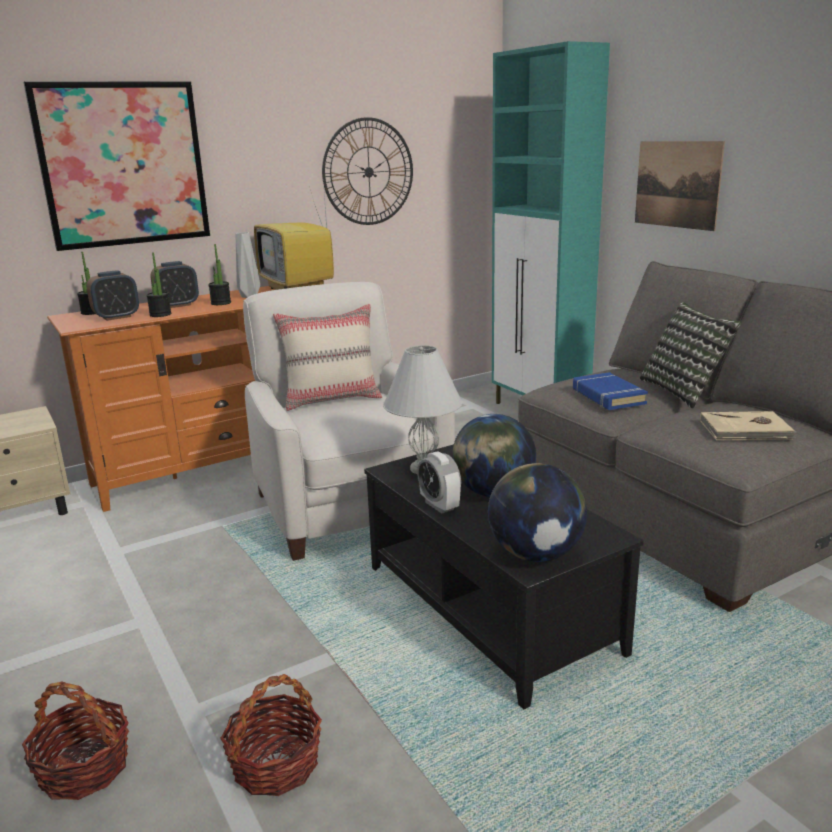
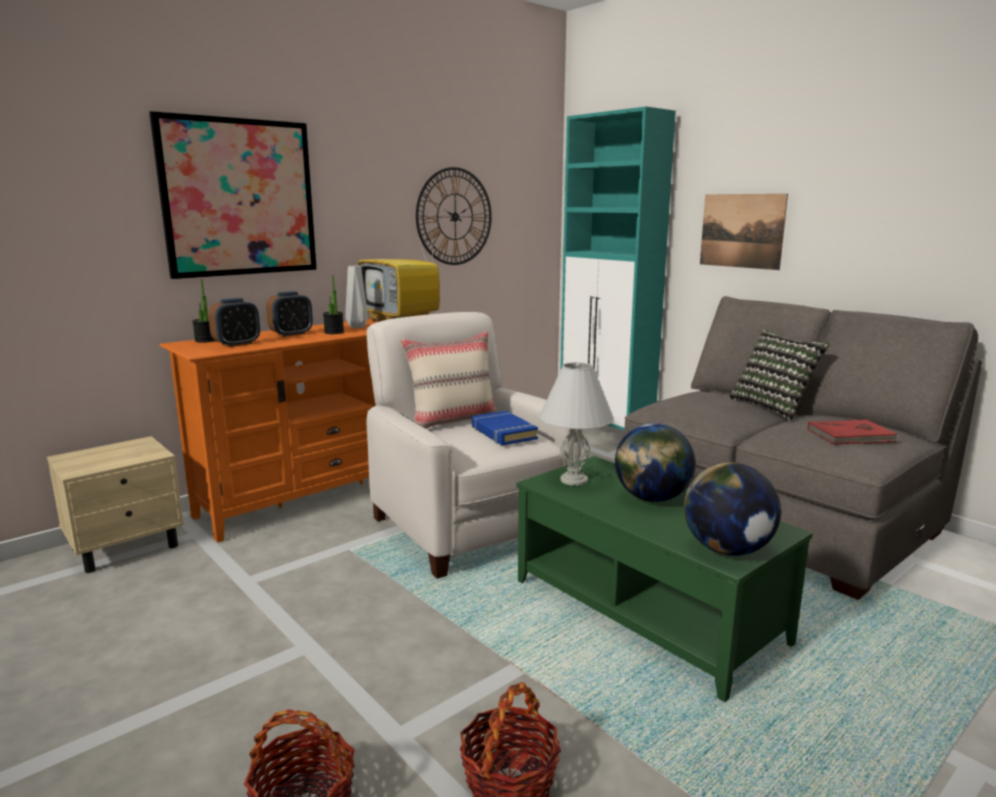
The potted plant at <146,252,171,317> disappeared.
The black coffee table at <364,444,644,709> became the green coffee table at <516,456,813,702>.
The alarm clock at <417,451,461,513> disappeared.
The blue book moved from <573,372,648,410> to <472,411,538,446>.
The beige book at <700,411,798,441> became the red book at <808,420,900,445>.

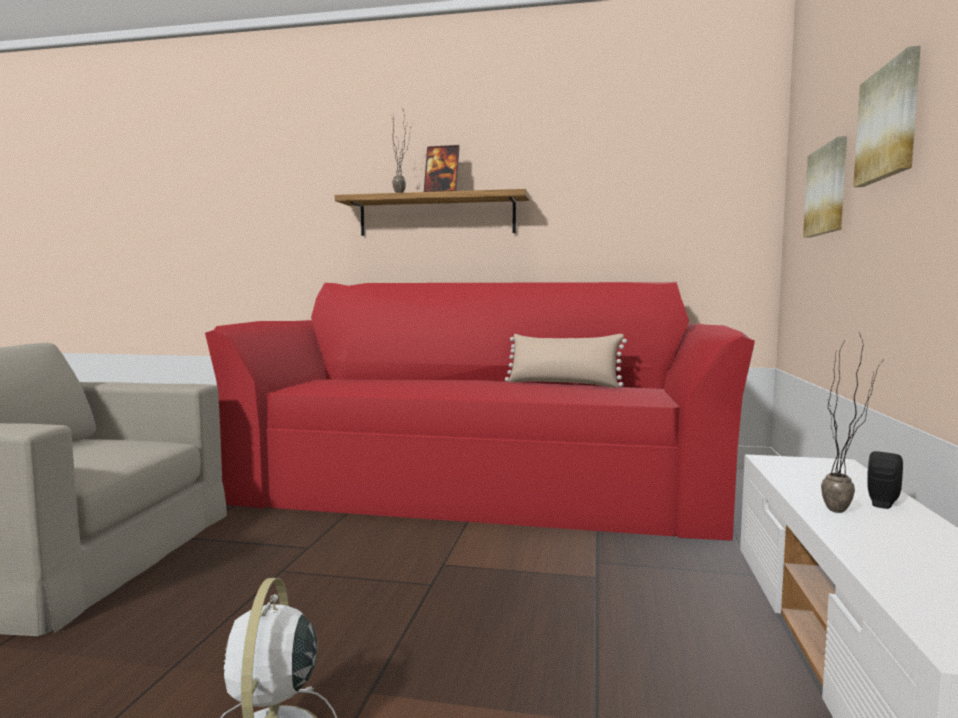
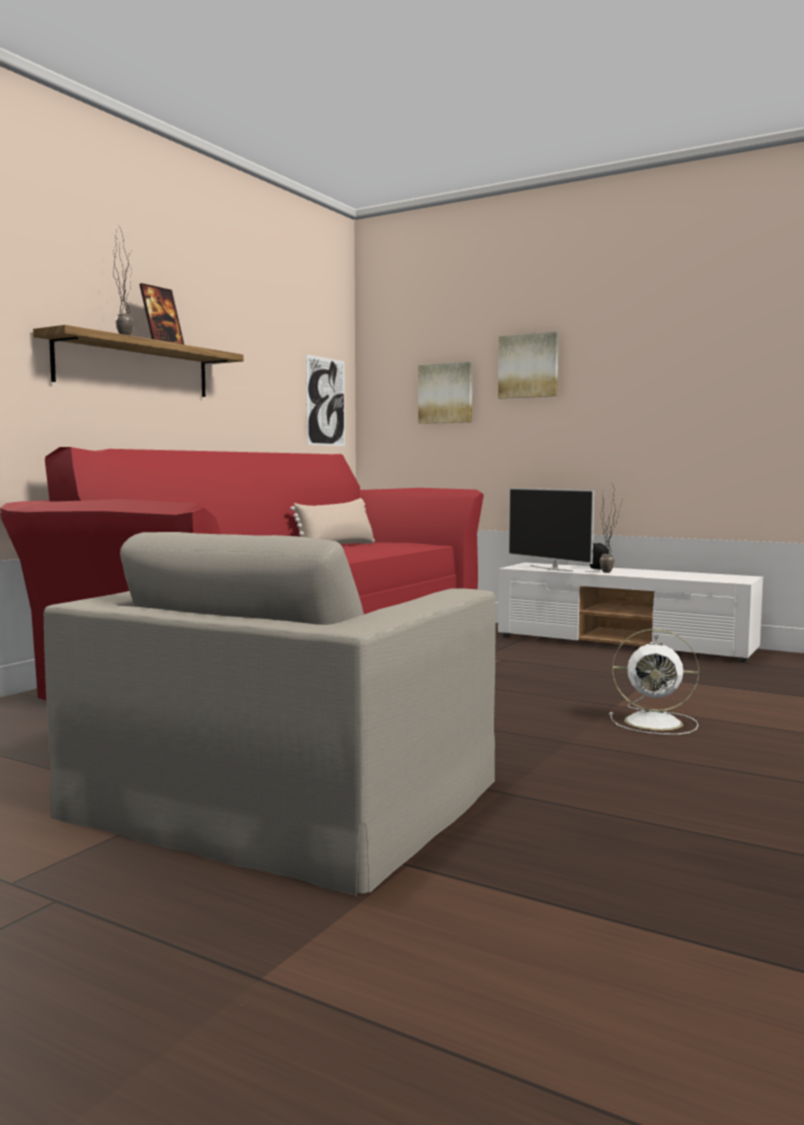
The picture at <306,354,345,446> appeared.
The television at <508,488,594,572> appeared.

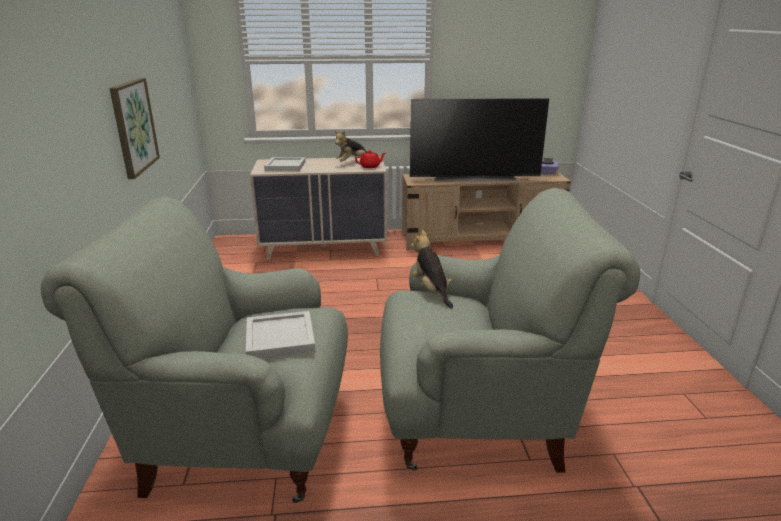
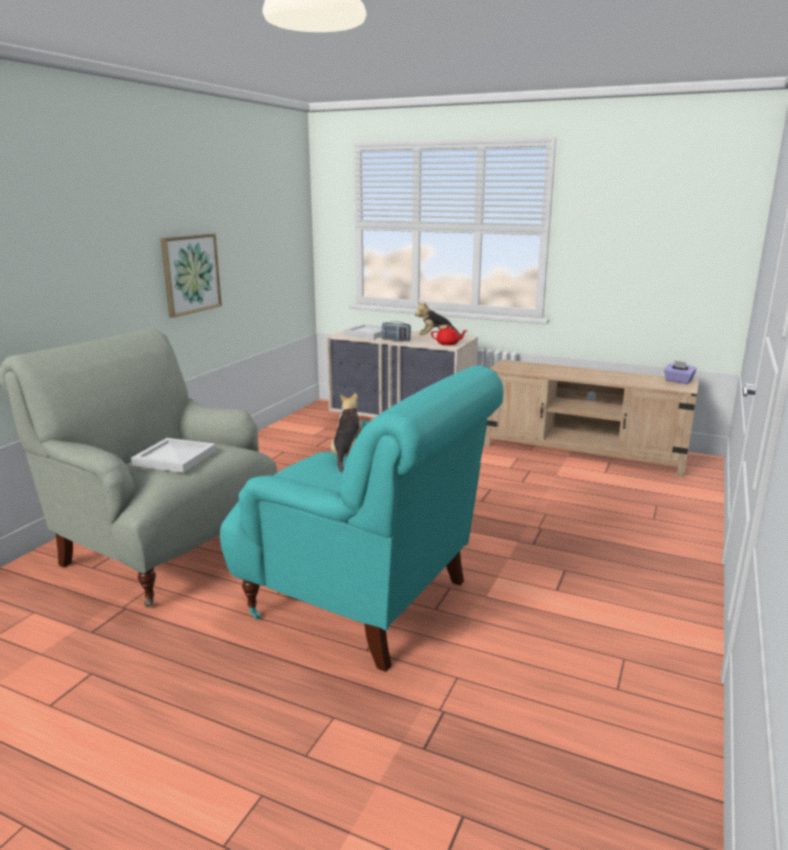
The grey armchair at <380,188,640,473> became the turquoise armchair at <220,365,504,672>.
The television at <410,98,549,182> disappeared.
The radio at <382,321,411,341> appeared.

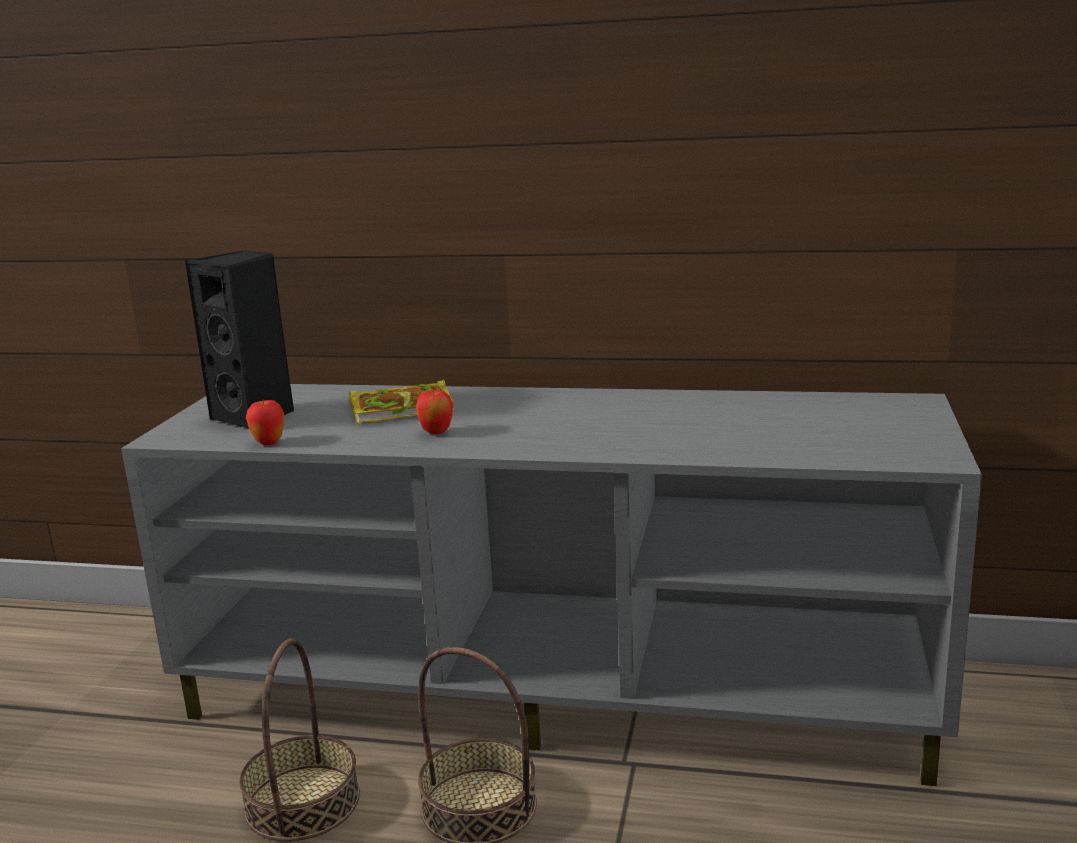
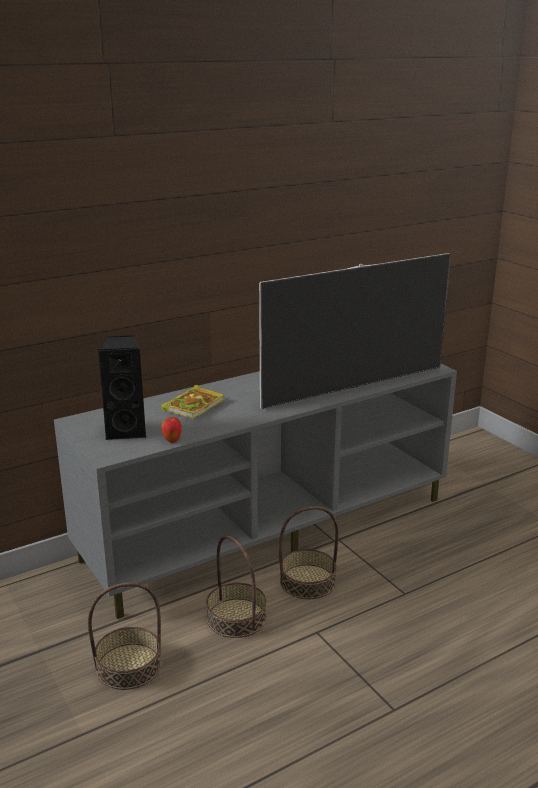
The apple at <416,388,453,434> disappeared.
The basket at <88,582,161,690> appeared.
The television at <259,253,451,409> appeared.

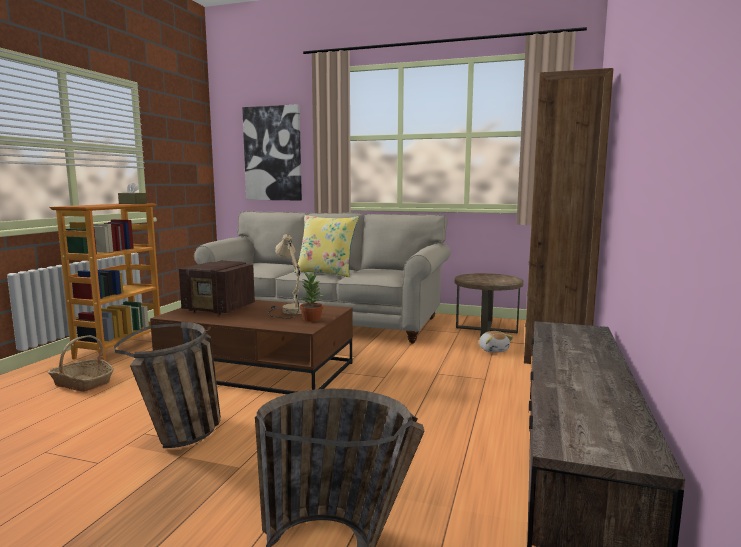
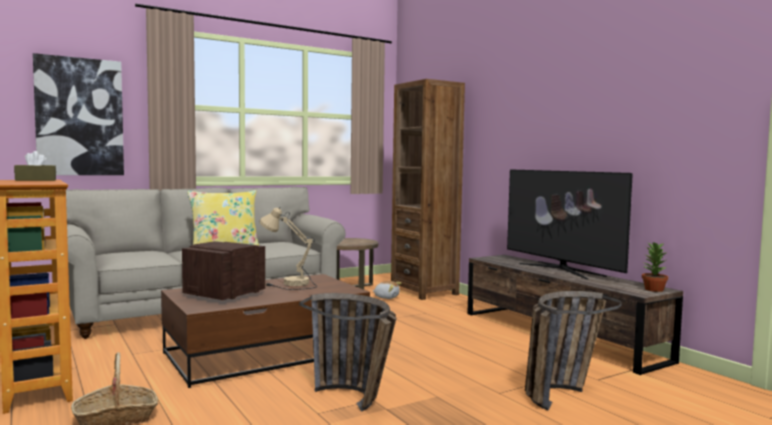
The radio at <179,261,255,315> turned 150 degrees clockwise.
The potted plant moved from <300,271,323,322> to <642,242,668,292>.
The television at <507,169,633,279> appeared.

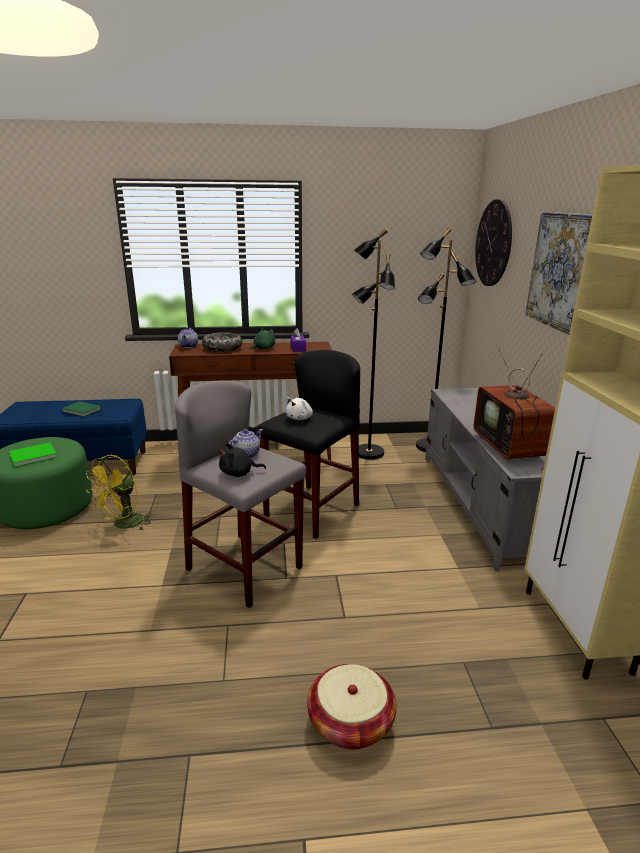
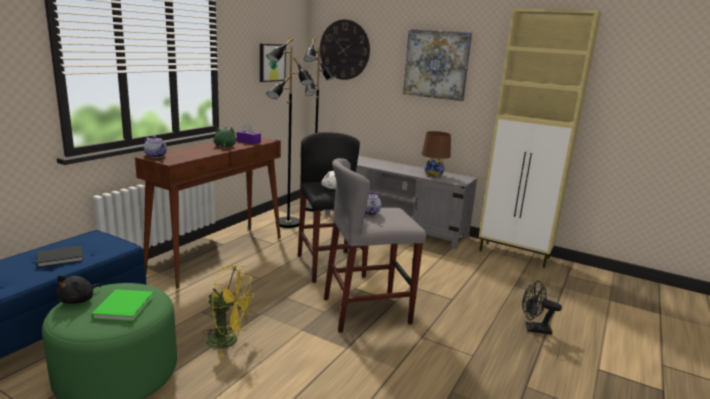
The green book at <62,401,102,417> became the black book at <37,246,83,268>.
The yellow fan at <86,455,152,530> turned 60 degrees counterclockwise.
The bowl at <202,332,242,352> disappeared.
The black plush toy moved from <219,443,266,477> to <56,276,101,304>.
The basket at <307,664,397,750> was replaced by the black fan at <522,280,562,335>.
The television at <474,348,555,470> was replaced by the brown table lamp at <422,131,451,177>.
The picture at <260,44,286,82> appeared.

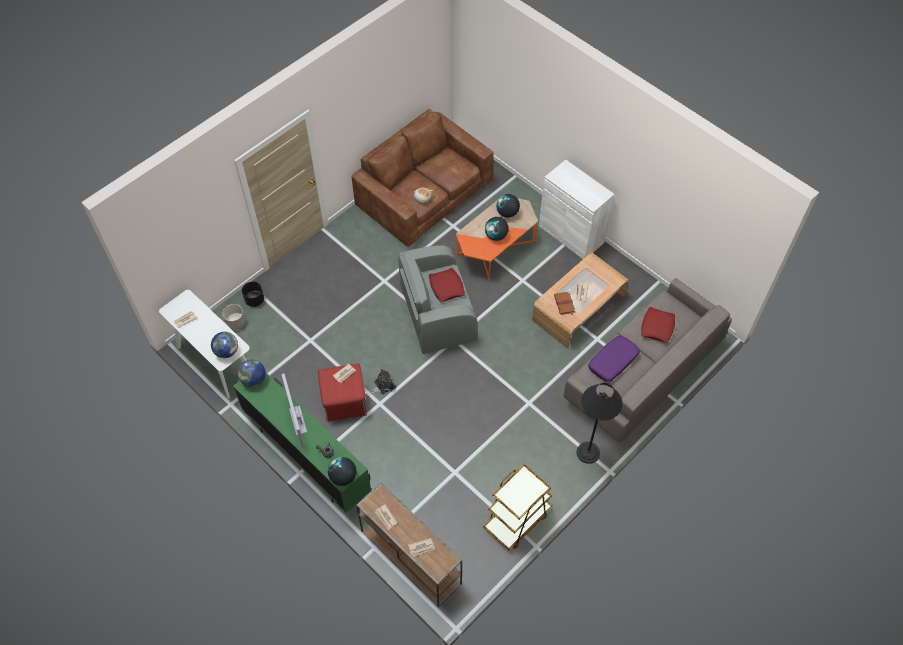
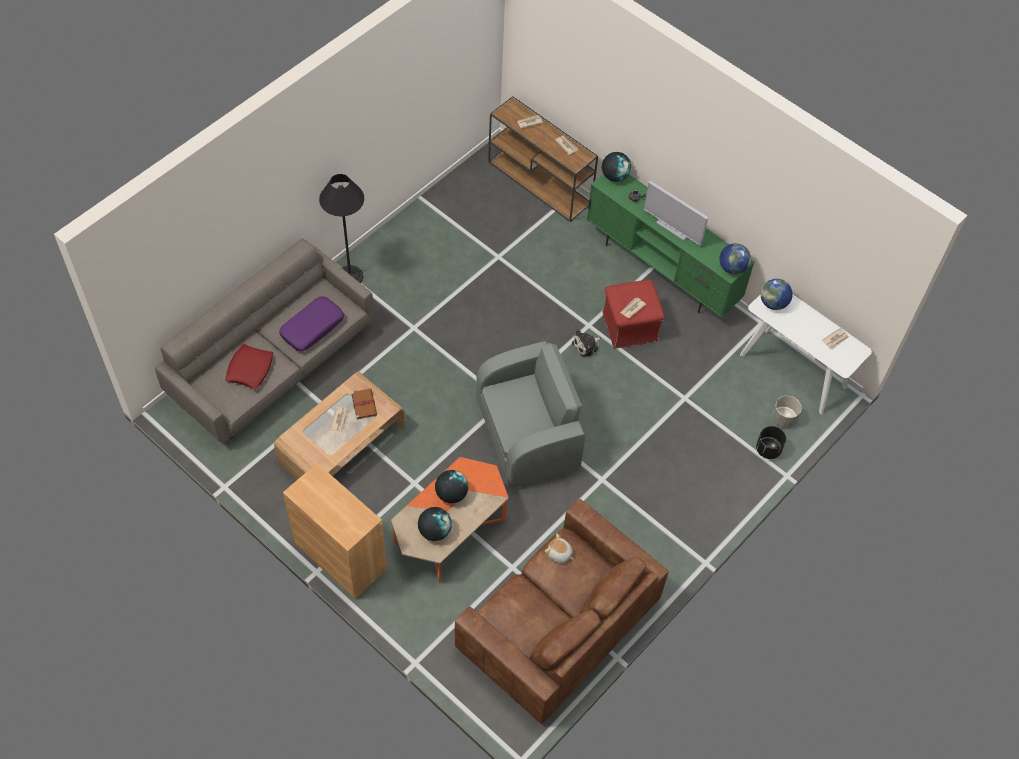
The television at <281,374,307,447> turned 150 degrees clockwise.
The red pillow at <429,268,465,303> disappeared.
The brown cart at <483,464,553,551> disappeared.
The white cabinet at <539,160,615,259> became the brown cabinet at <283,463,387,599>.

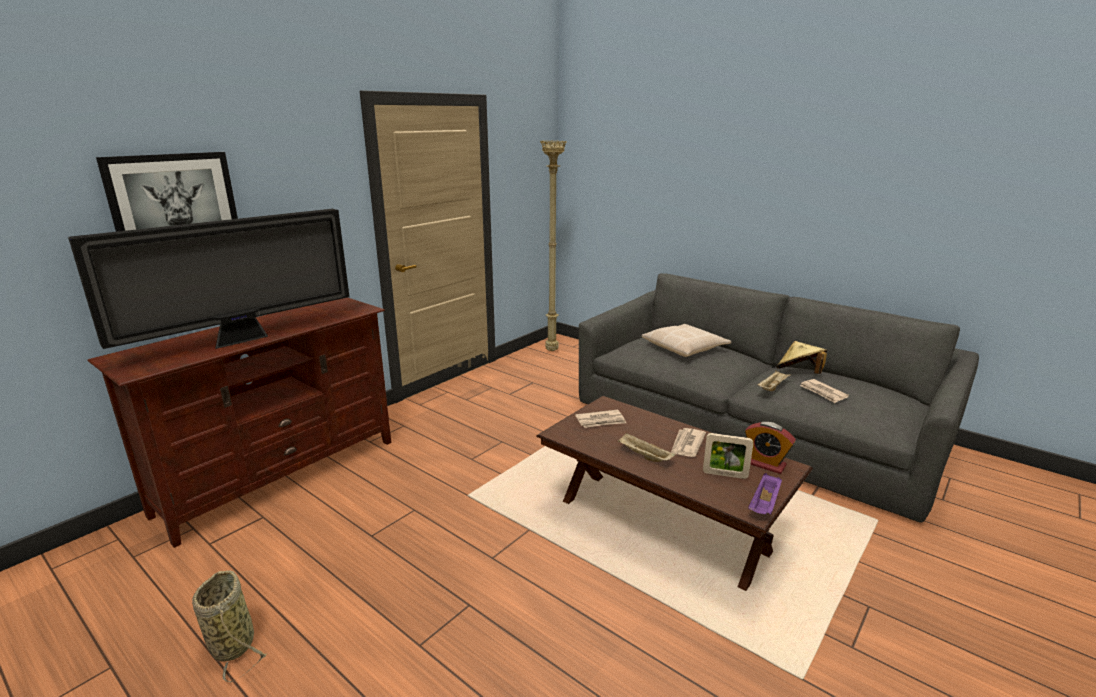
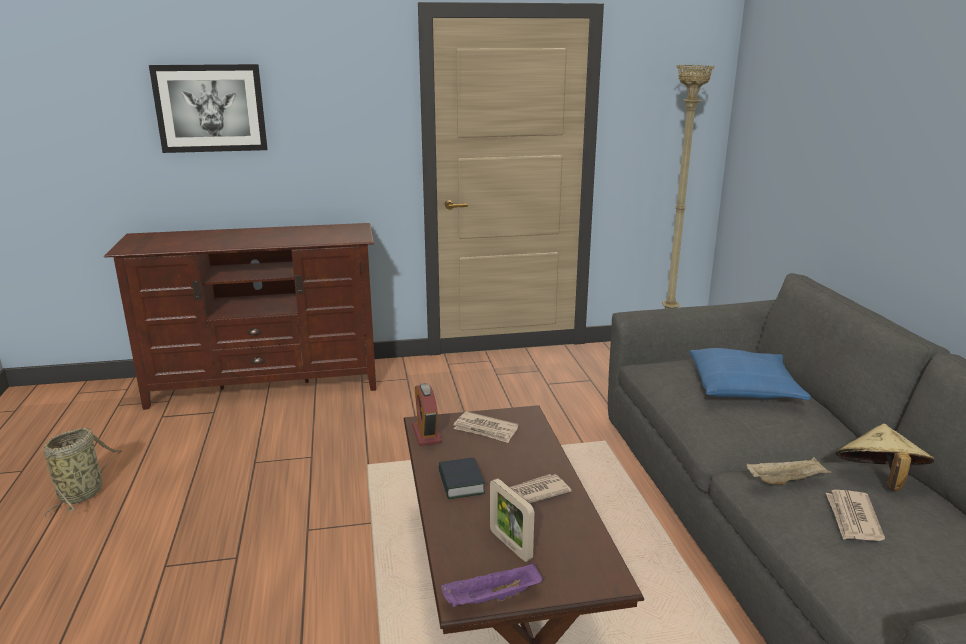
The television at <68,209,349,349> disappeared.
The beige tray at <618,433,675,462> was replaced by the book at <438,458,485,499>.
The beige pillow at <642,324,731,357> became the blue pillow at <690,348,811,400>.
The alarm clock moved from <745,422,796,474> to <412,383,442,446>.

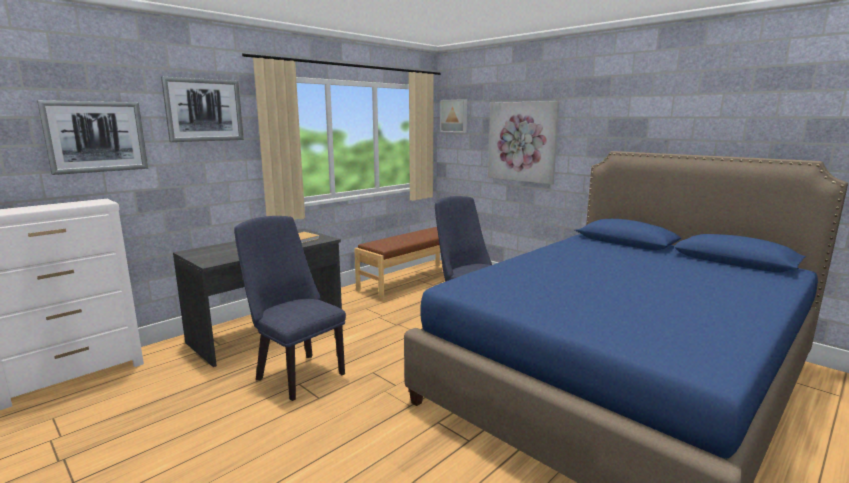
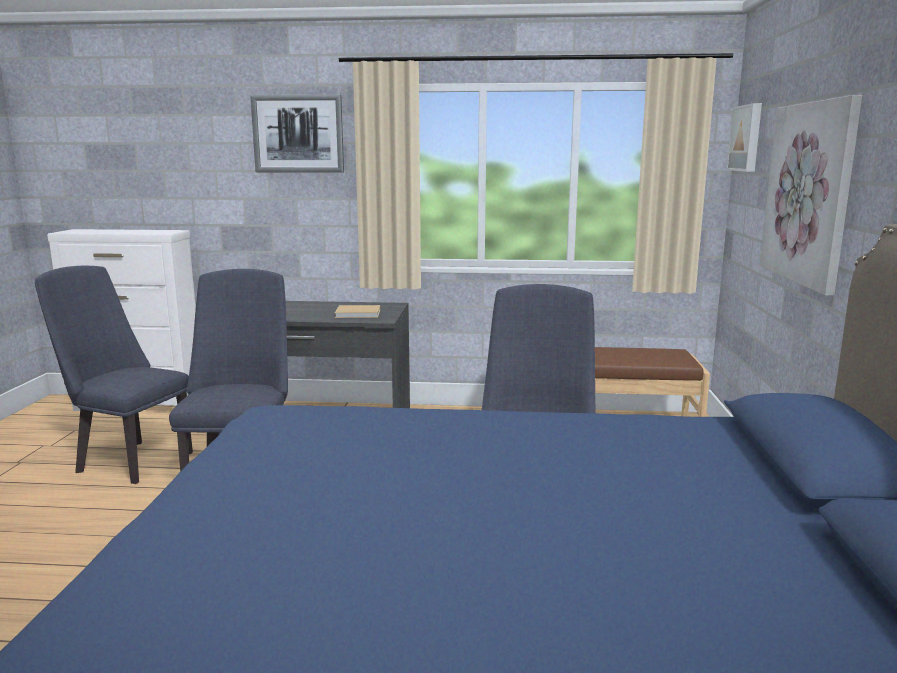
The picture at <37,100,148,175> disappeared.
The blue chair at <35,266,193,484> appeared.

